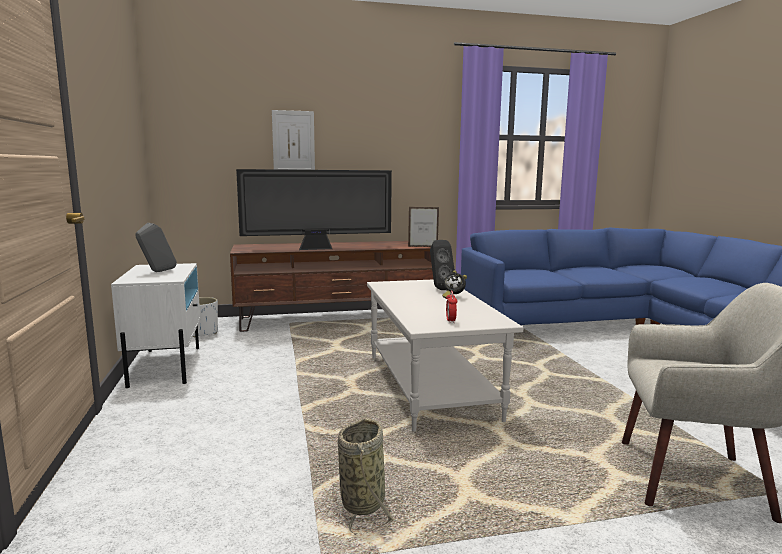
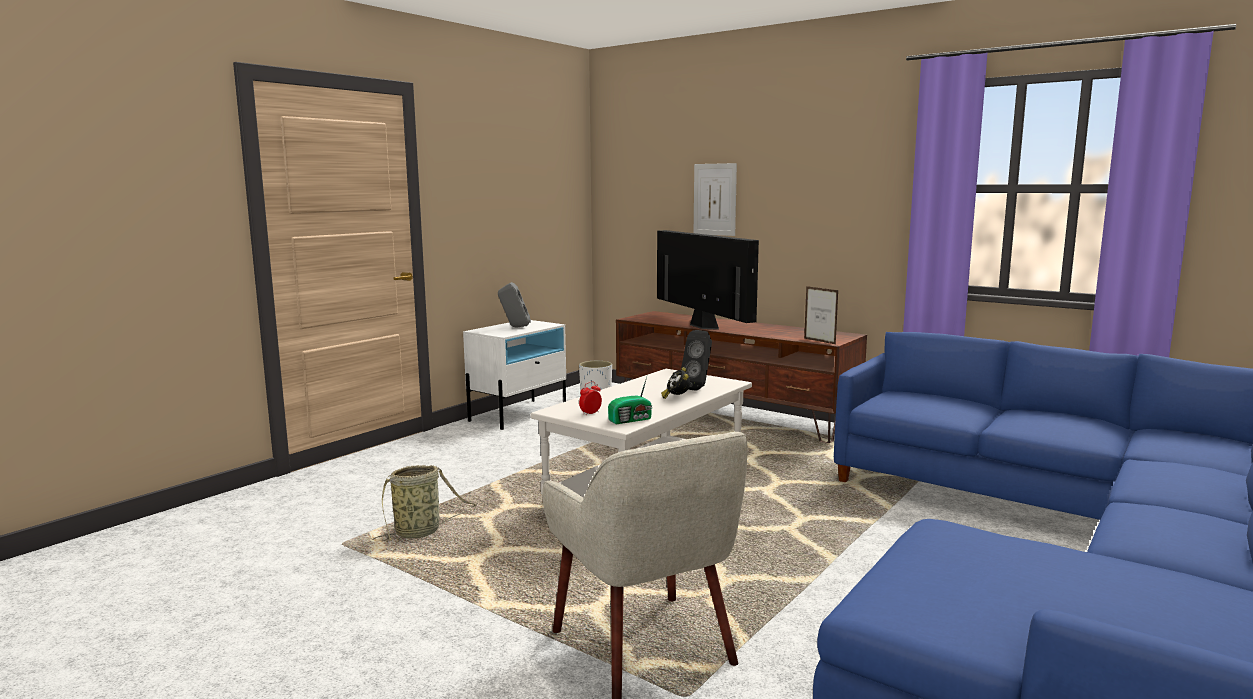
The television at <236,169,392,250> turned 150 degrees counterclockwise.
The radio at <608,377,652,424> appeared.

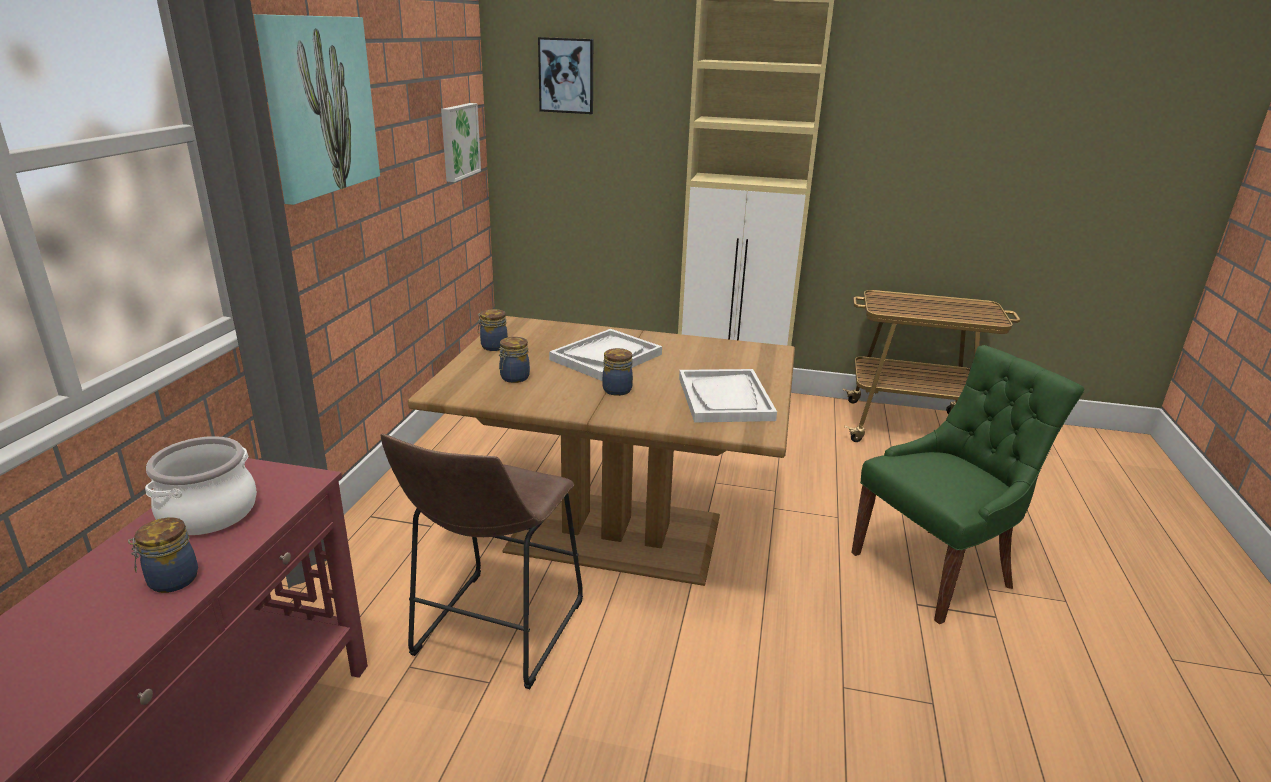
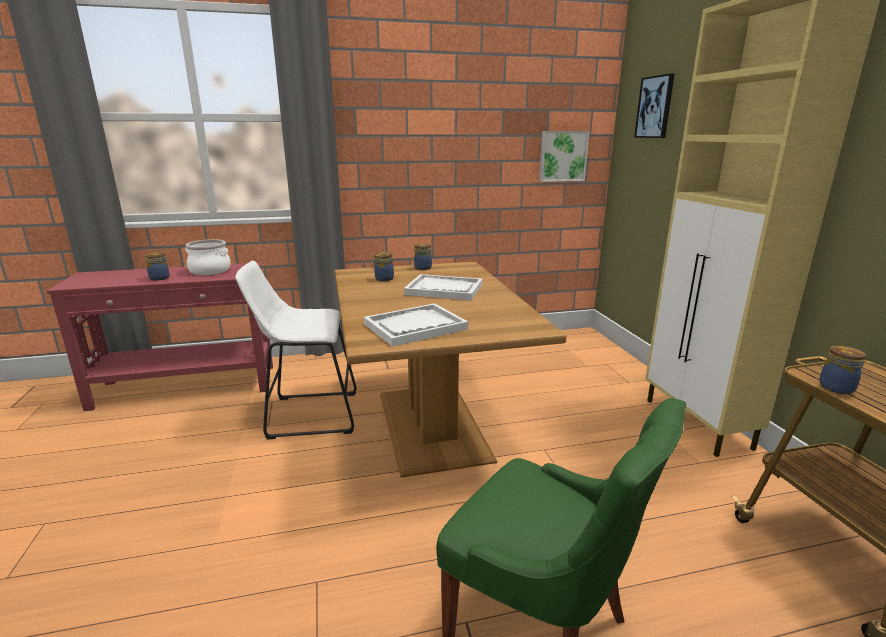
The picture at <254,14,380,205> disappeared.
The brown stool at <380,434,583,689> became the white stool at <235,261,357,440>.
The jar moved from <603,348,633,396> to <819,346,866,394>.

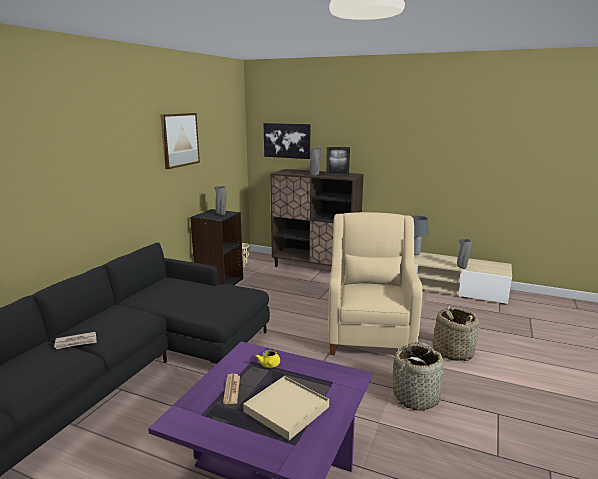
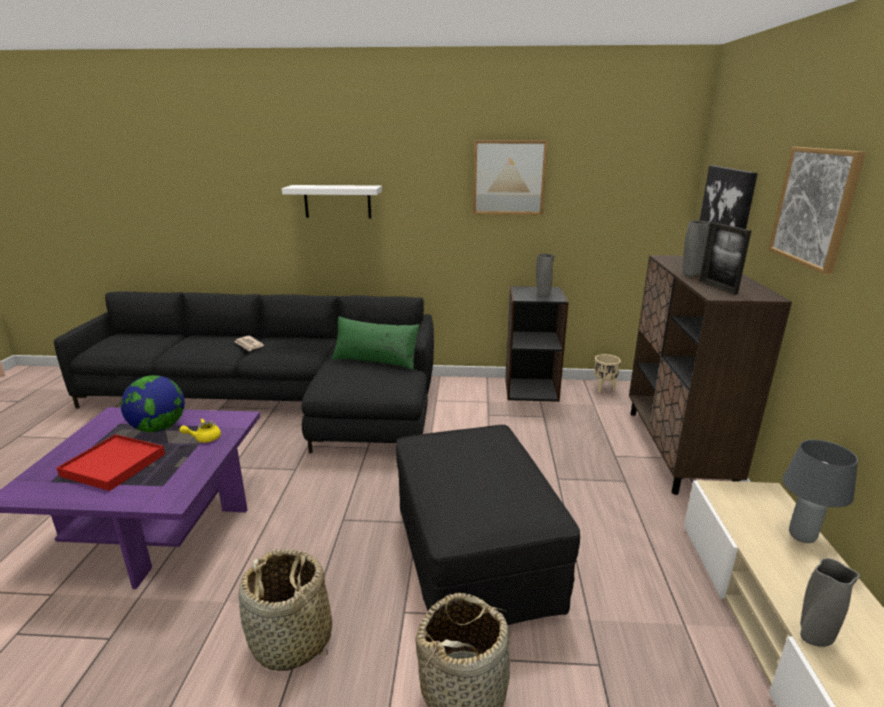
The newspaper at <223,373,240,404> was replaced by the globe at <121,375,185,432>.
The beige tray at <243,376,329,440> became the red tray at <57,434,165,491>.
The beige armchair at <328,212,423,355> was replaced by the black ottoman at <396,425,580,625>.
The white shelf at <282,185,382,218> appeared.
The green pillow at <332,317,420,370> appeared.
The picture at <768,147,866,274> appeared.

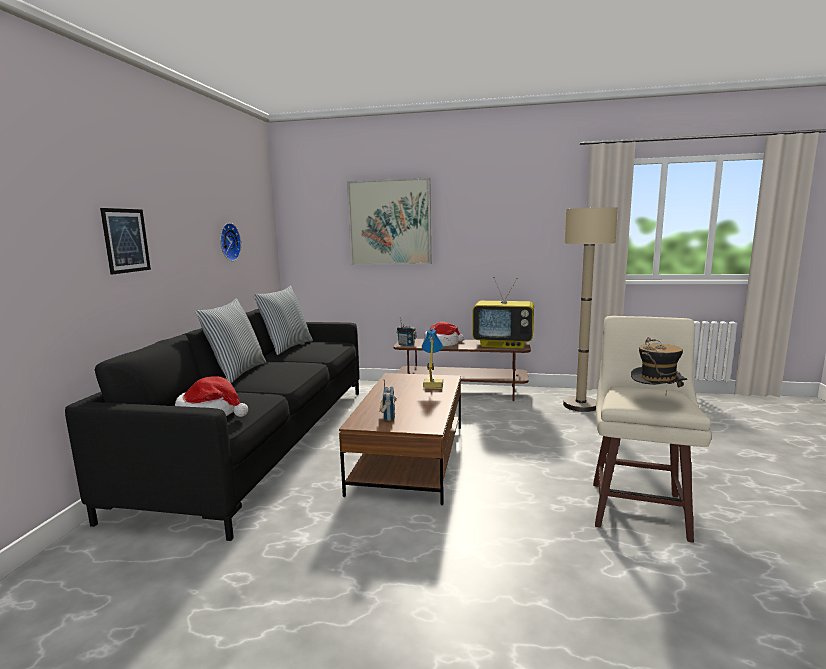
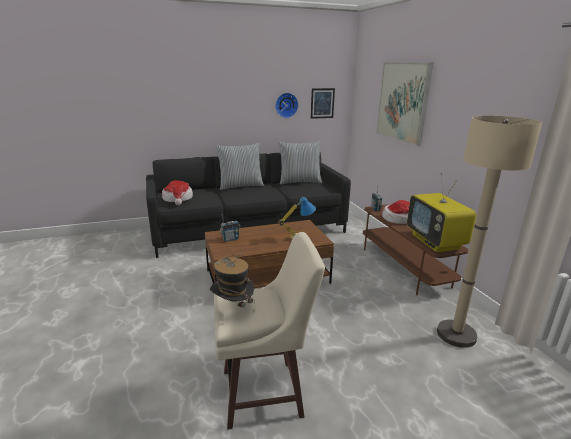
The picture moved from <100,208,151,275> to <311,88,335,119>.

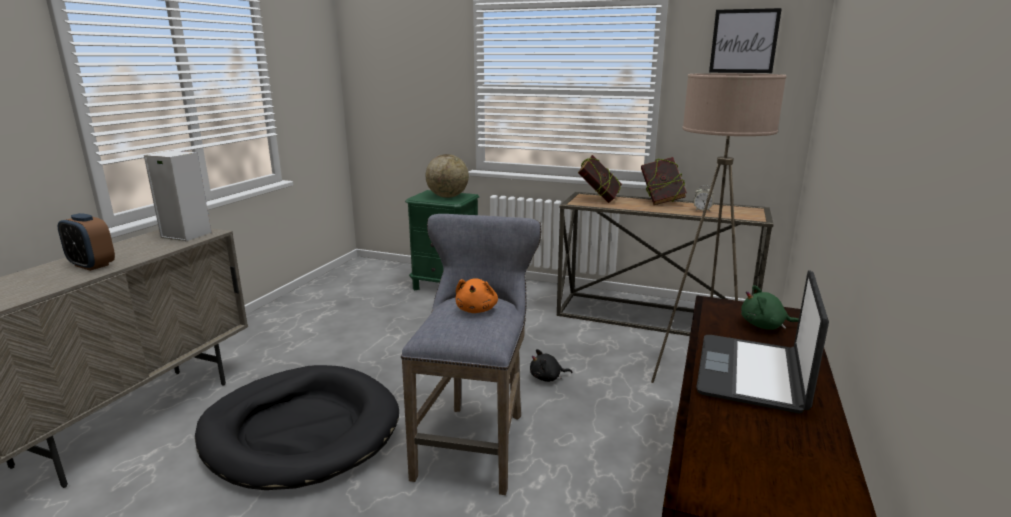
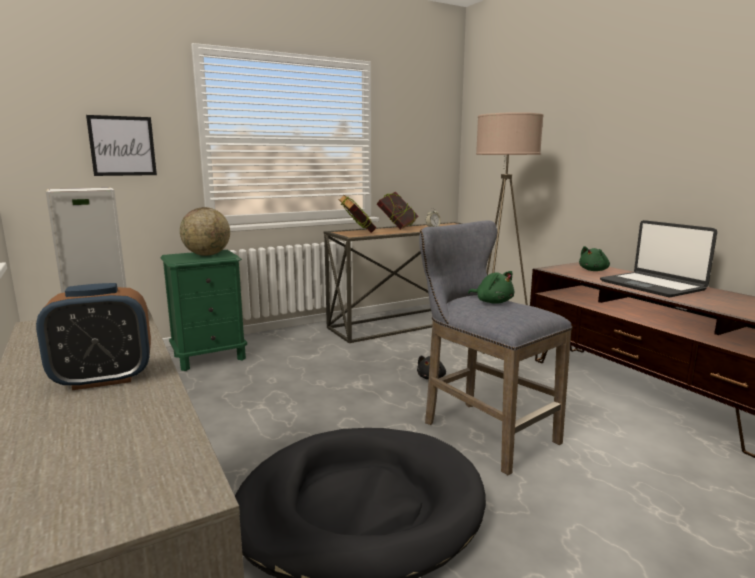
The orange plush toy at <455,279,498,313> became the green plush toy at <468,271,514,304>.
The picture moved from <709,8,782,73> to <86,115,157,176>.

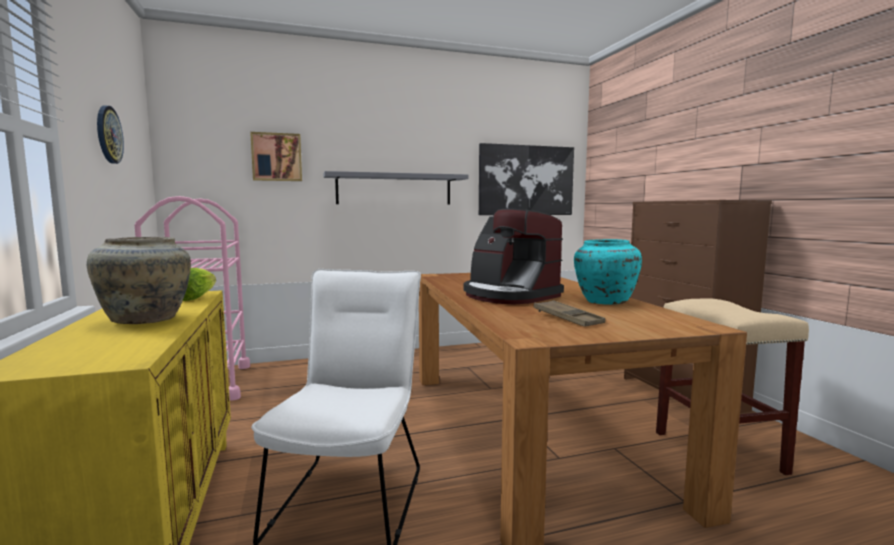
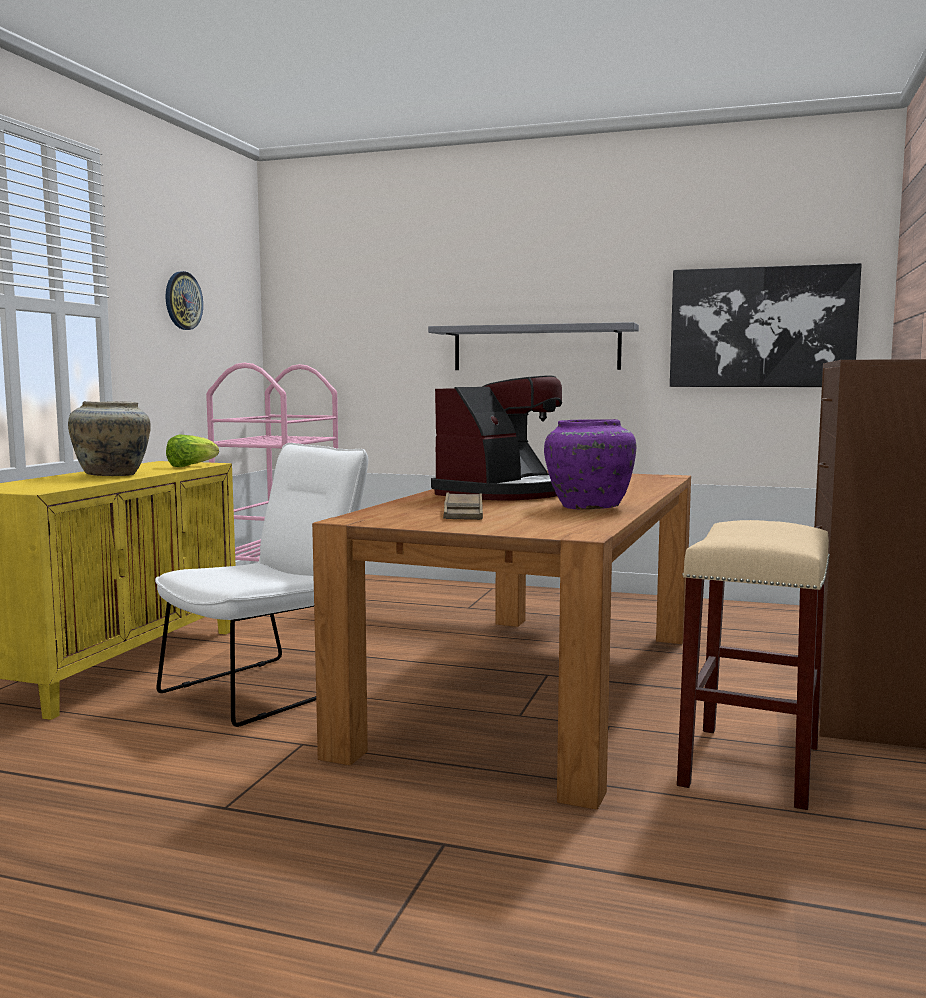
The picture at <250,132,302,181> disappeared.
The coffee machine at <463,209,564,304> turned 135 degrees counterclockwise.
The turquoise vase at <574,239,642,305> became the purple vase at <544,419,636,510>.

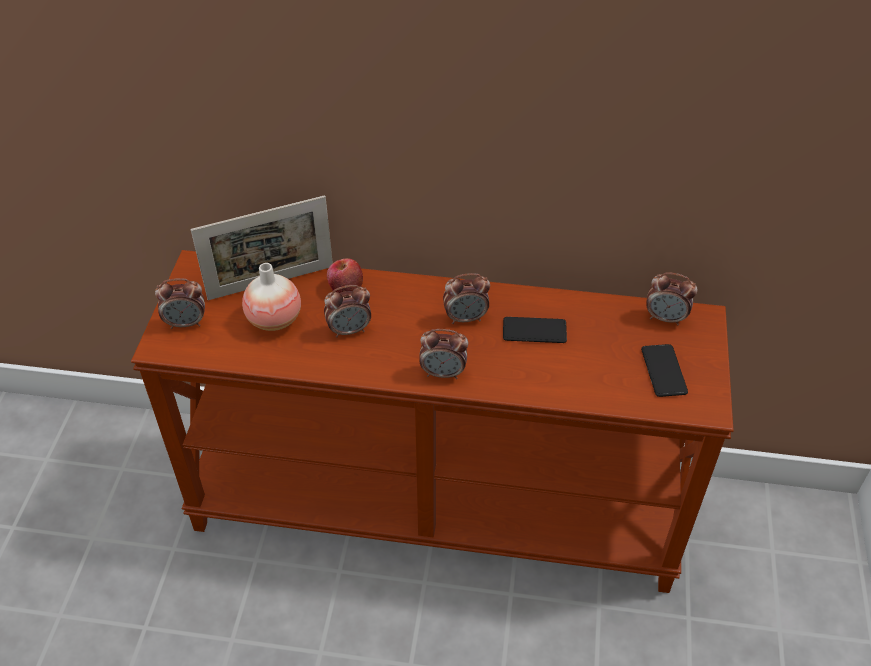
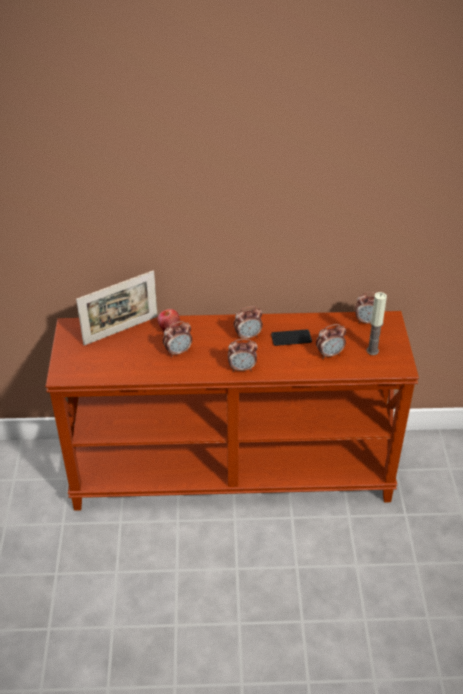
The alarm clock moved from <155,278,205,329> to <316,324,346,359>.
The vase at <242,263,301,331> disappeared.
The phone at <641,344,688,397> was replaced by the candle at <366,292,387,355>.

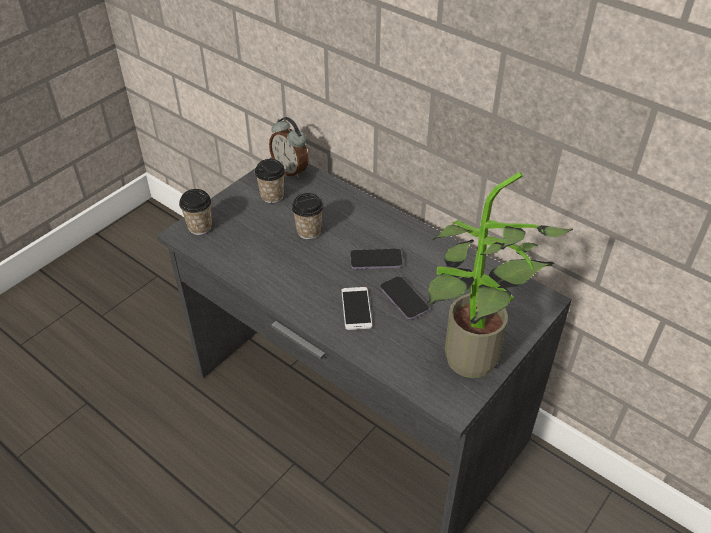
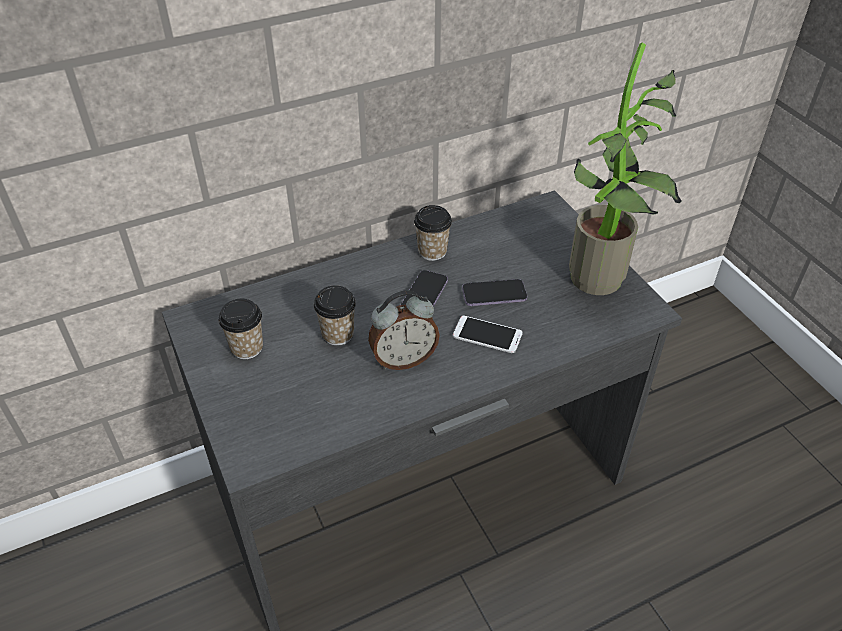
The cup moved from <179,189,212,235> to <414,205,452,261>.
The alarm clock moved from <269,117,309,179> to <368,291,440,370>.

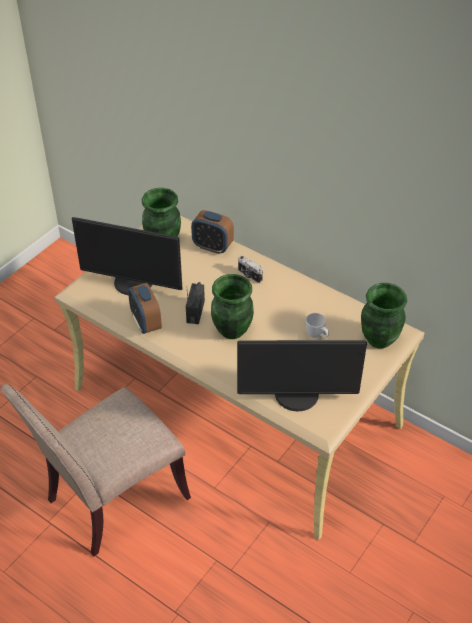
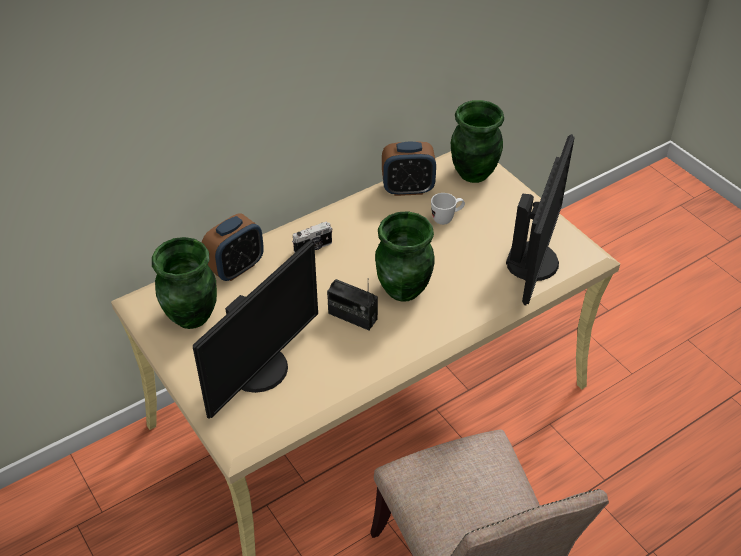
The alarm clock moved from <128,283,162,334> to <382,141,436,196>.

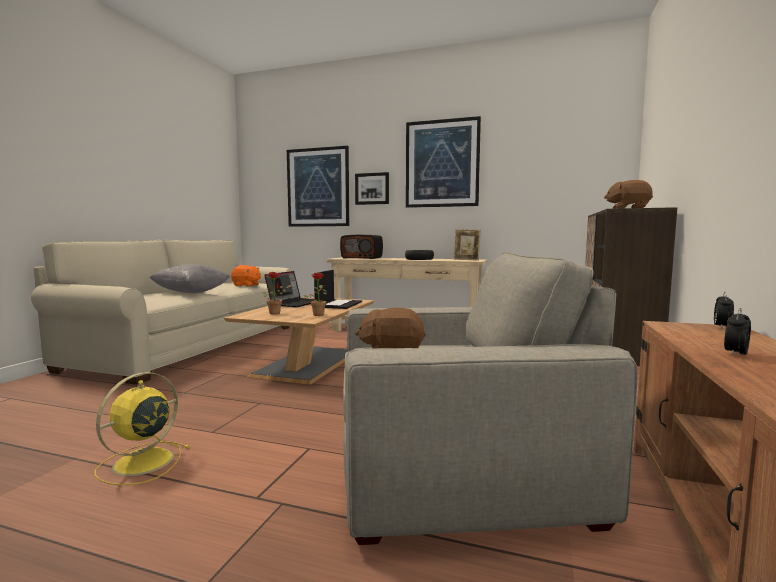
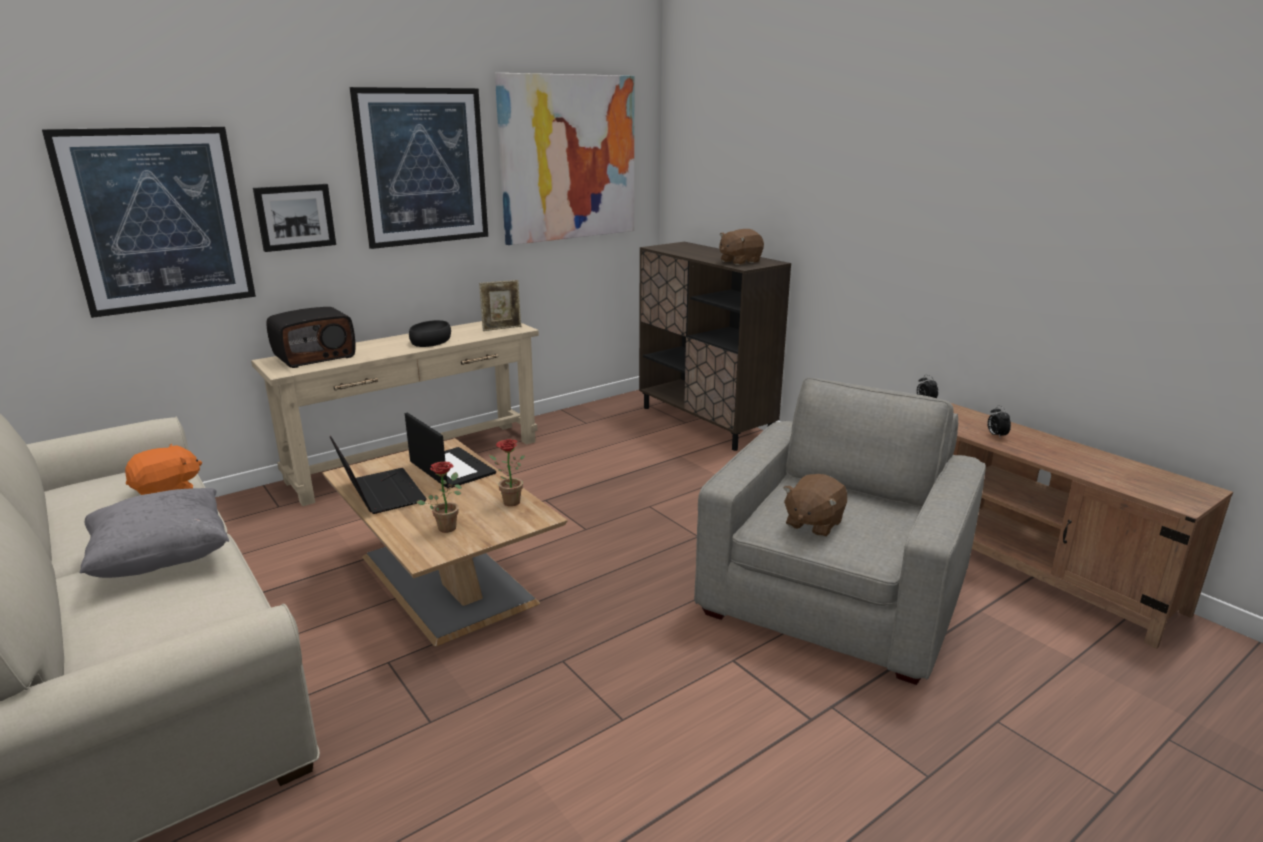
The yellow fan at <95,372,191,485> disappeared.
The picture at <495,73,634,245> appeared.

